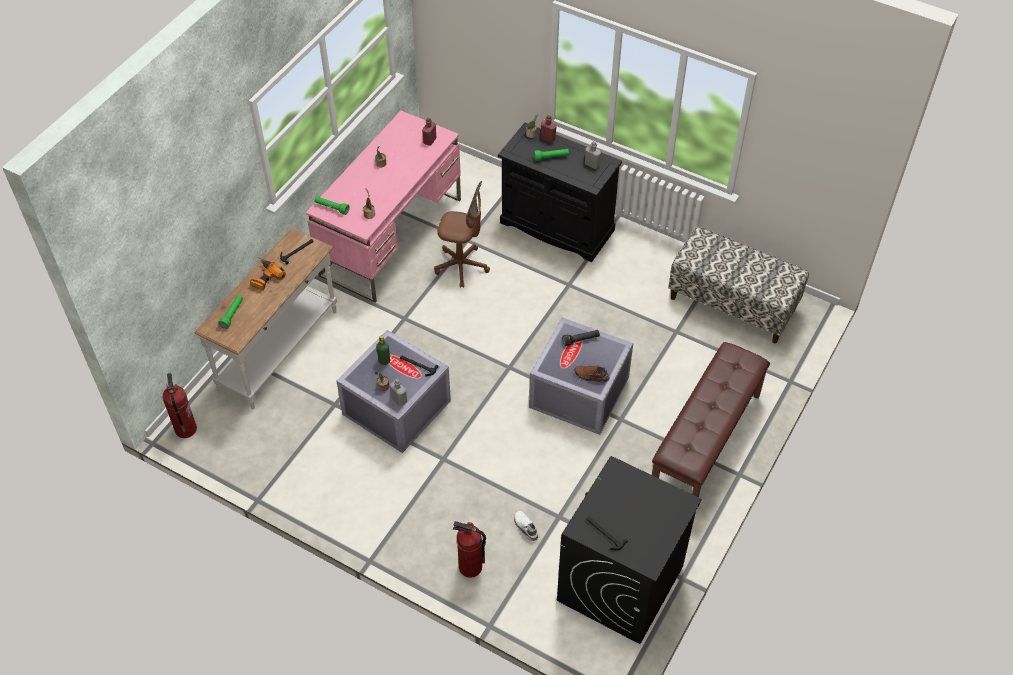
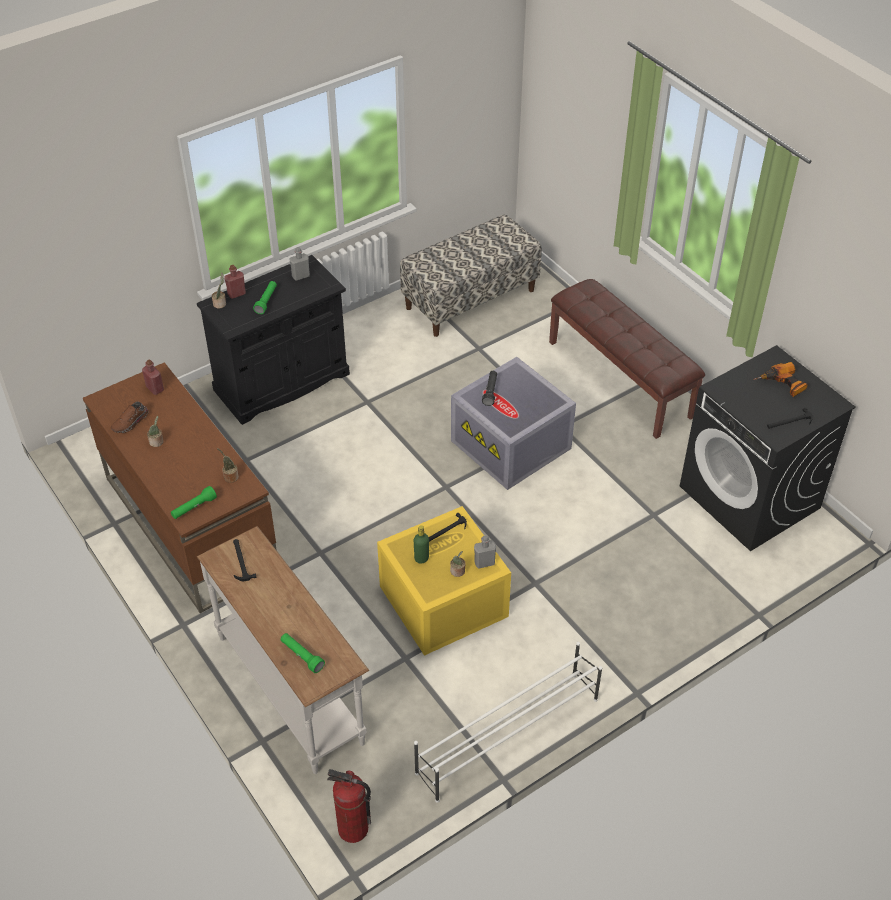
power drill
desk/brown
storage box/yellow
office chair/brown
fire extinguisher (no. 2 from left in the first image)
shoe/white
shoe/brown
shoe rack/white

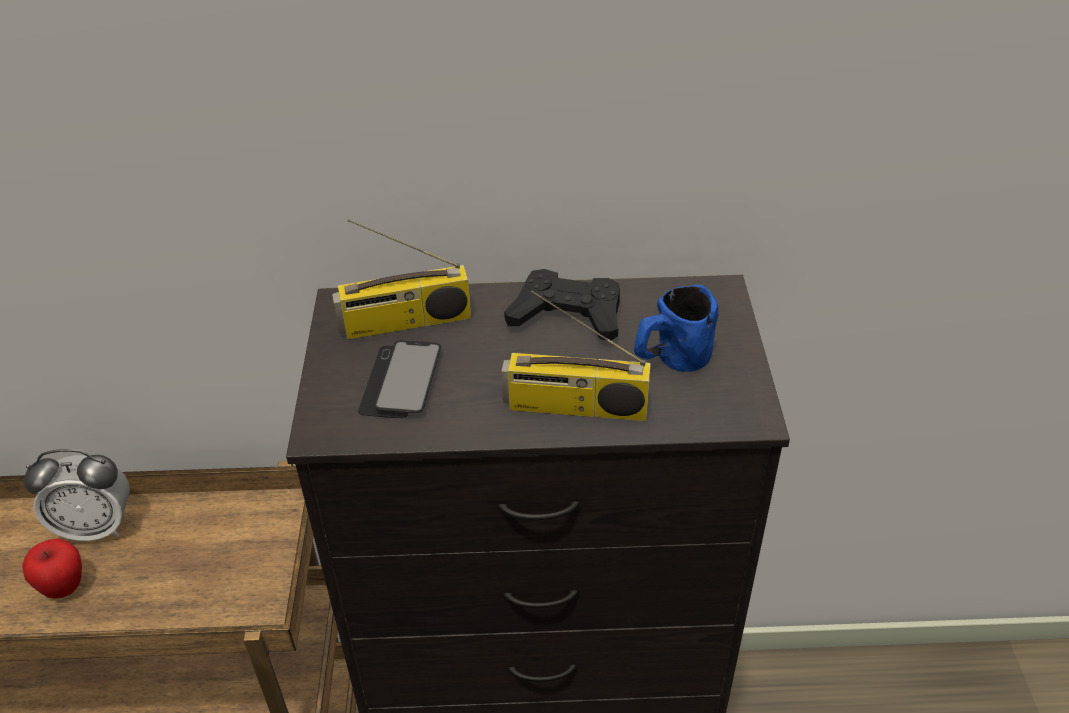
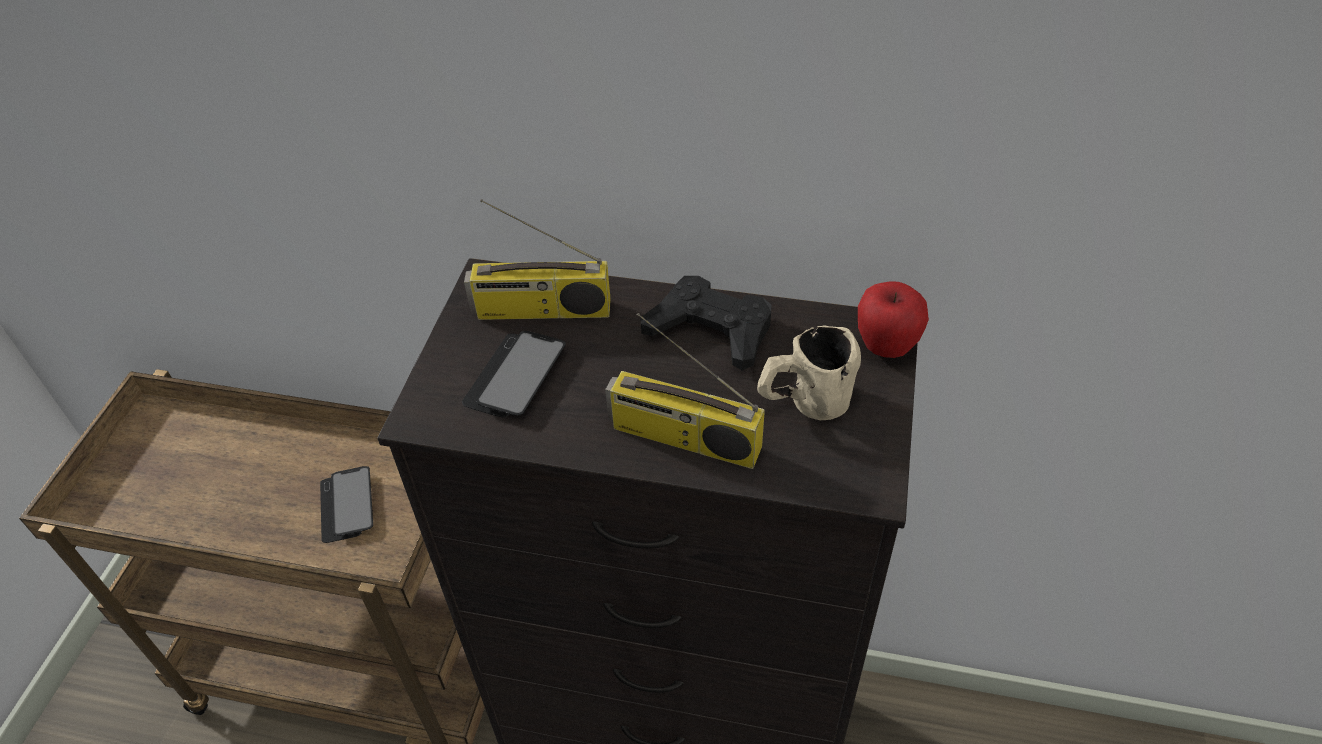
apple
alarm clock
mug/beige
phone (no. 1 from left)

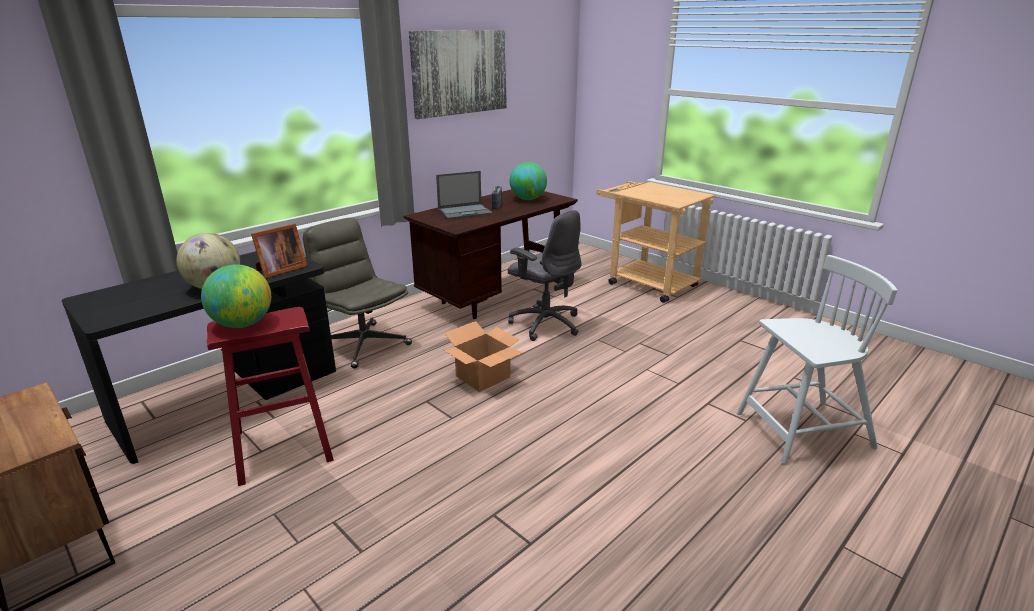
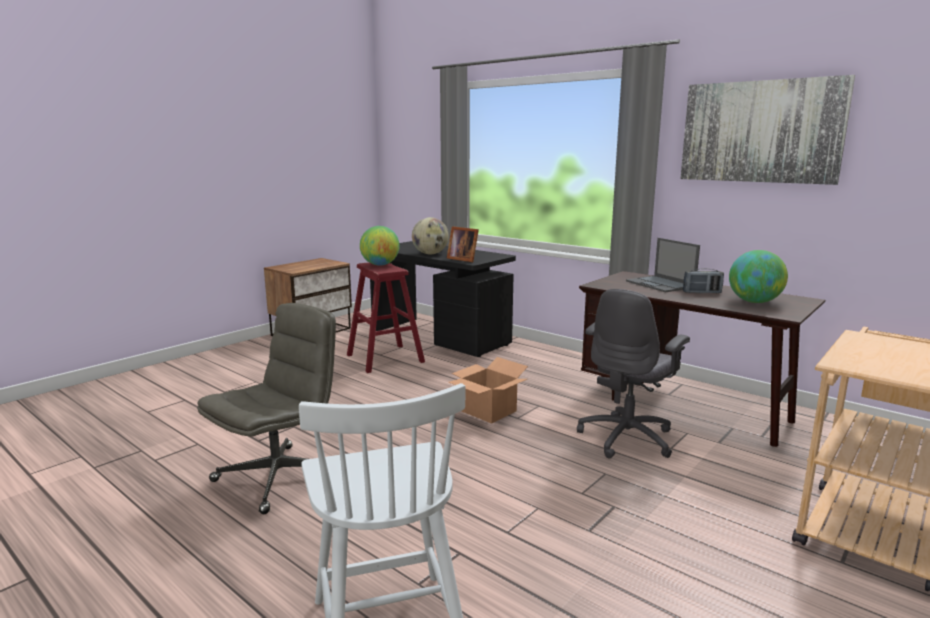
office chair/grey (no. 1 from left)

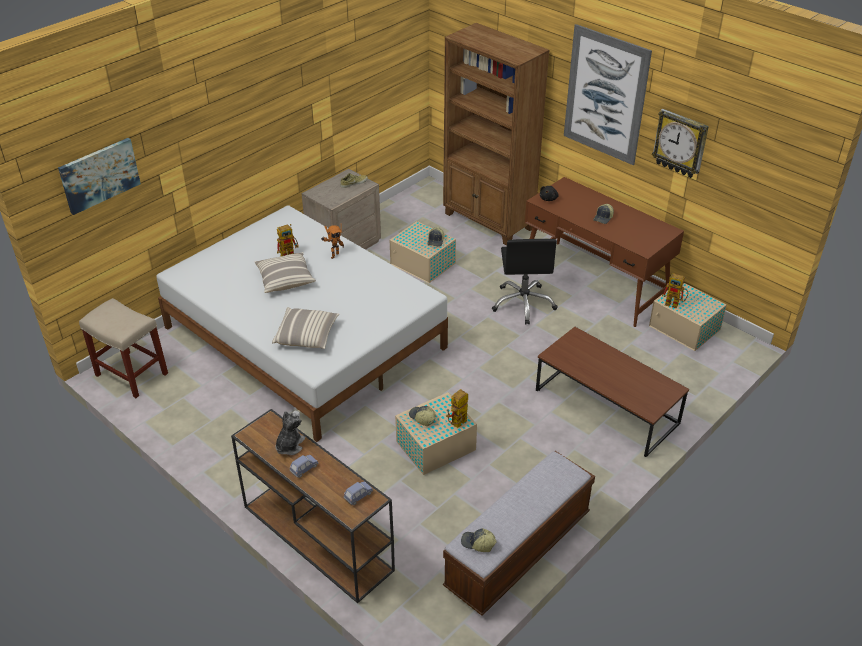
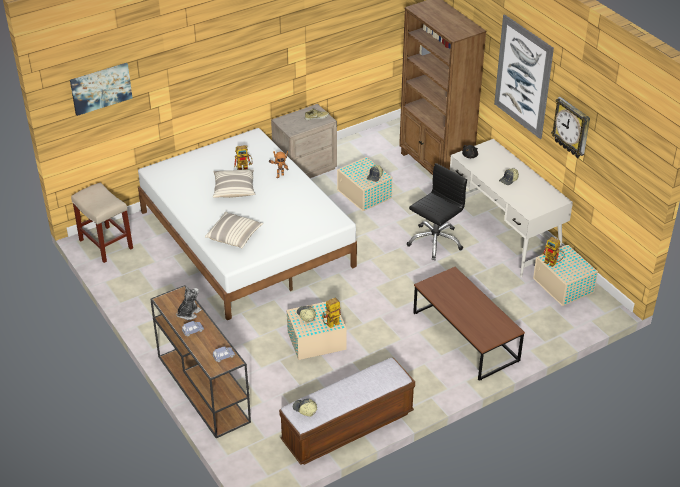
office chair/black
desk/white

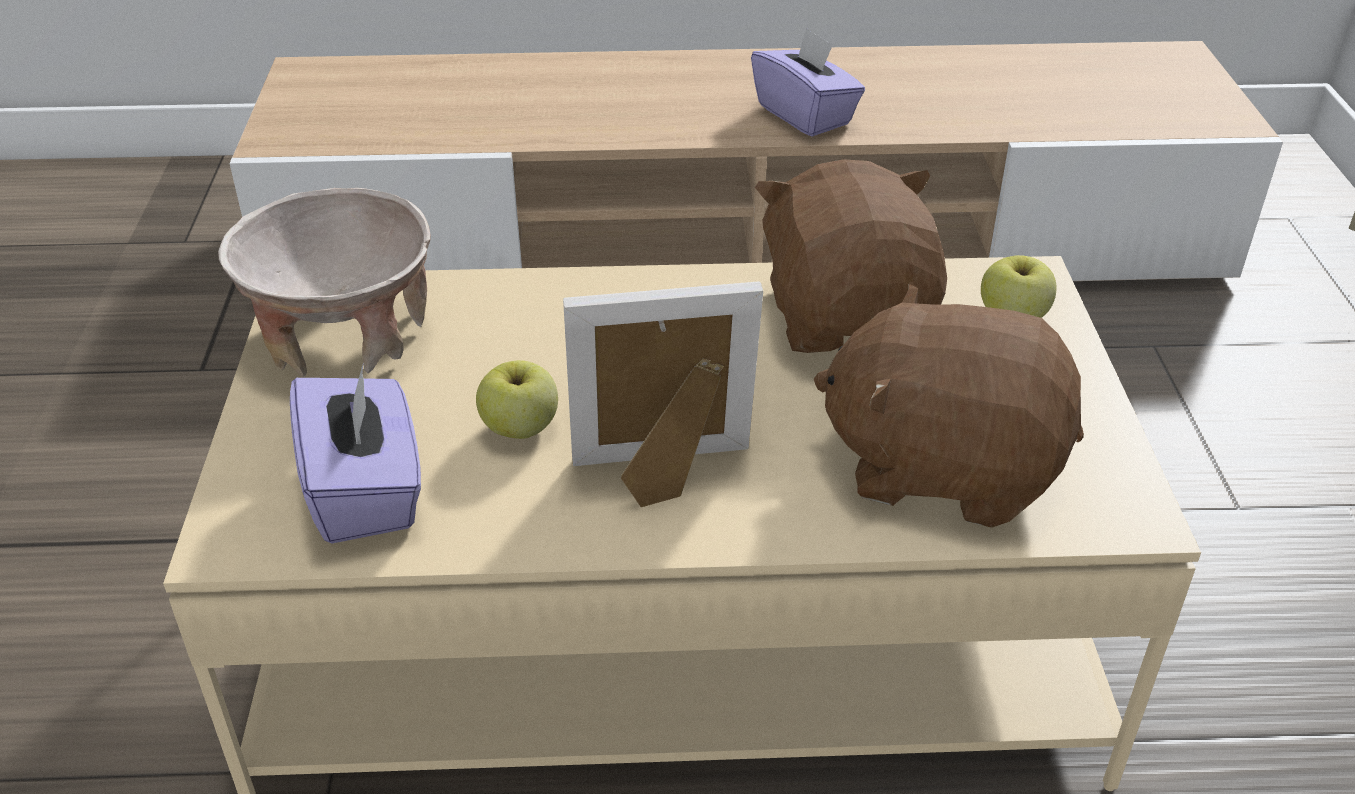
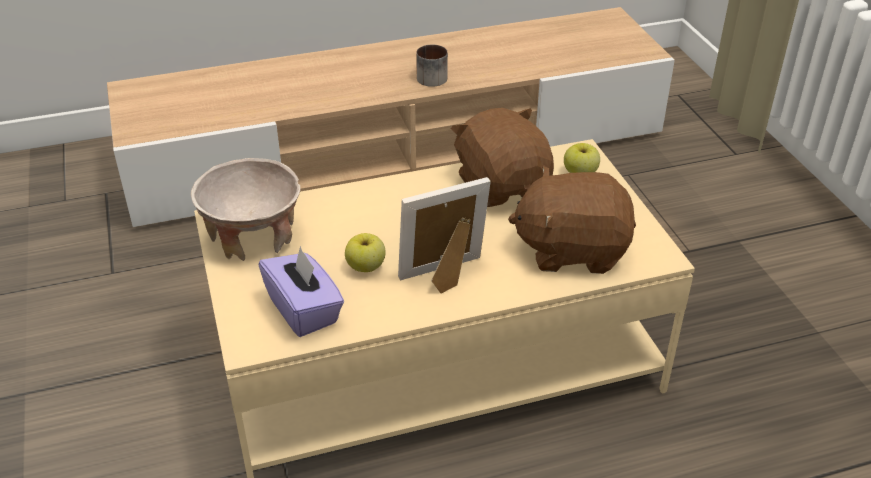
mug

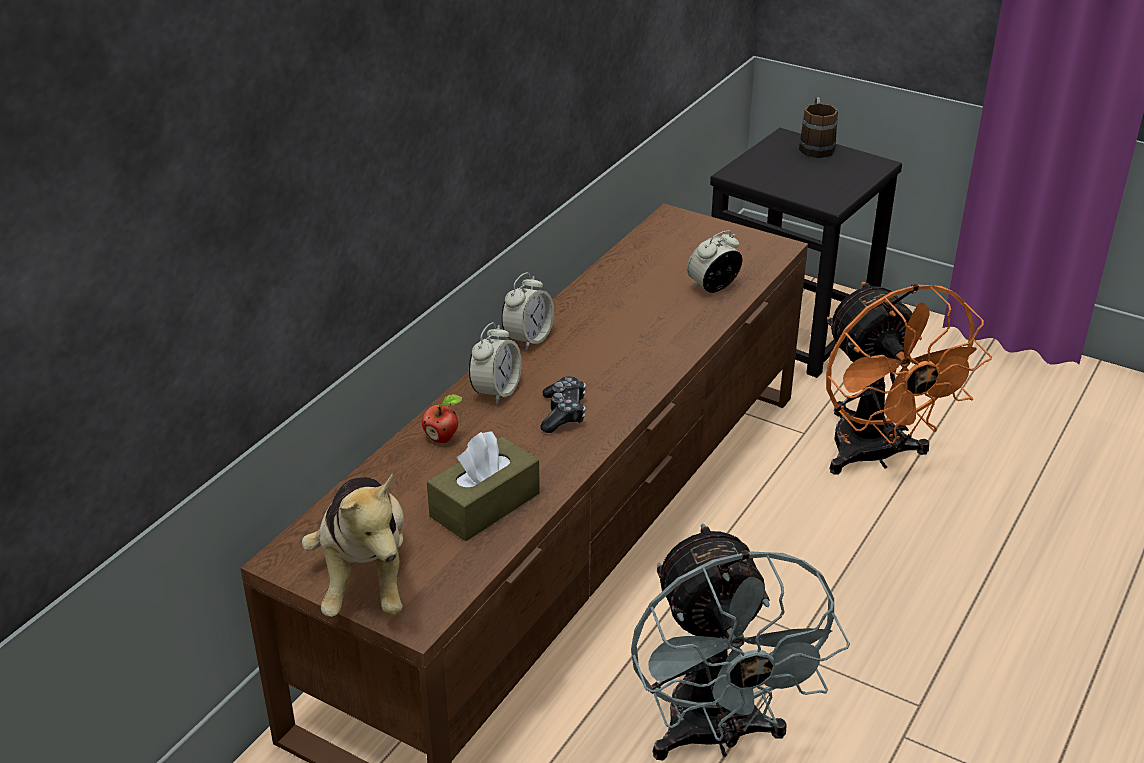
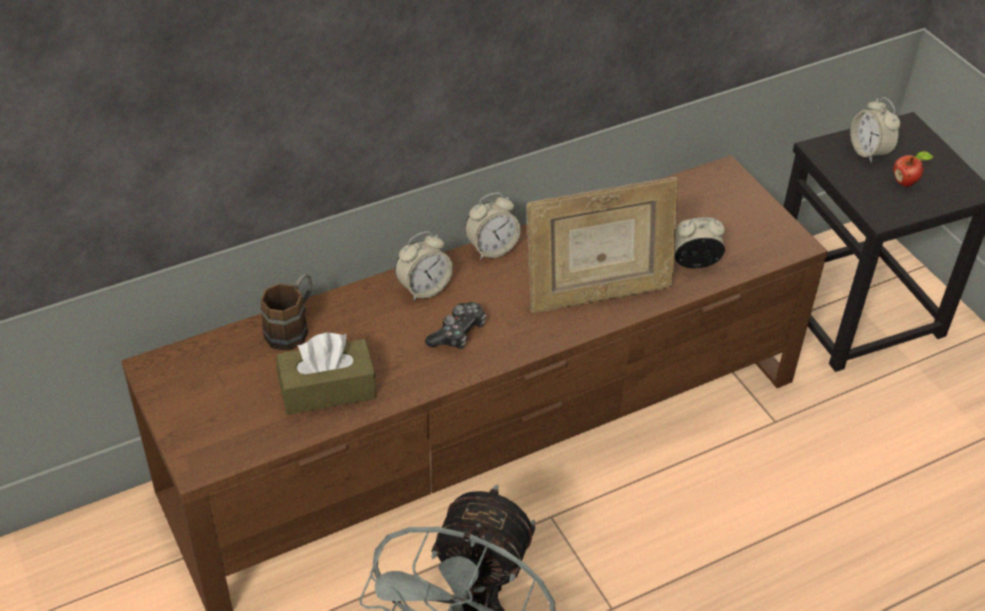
plush toy
apple
mug/brown
fan/orange
picture frame
alarm clock (no. 4 from left)

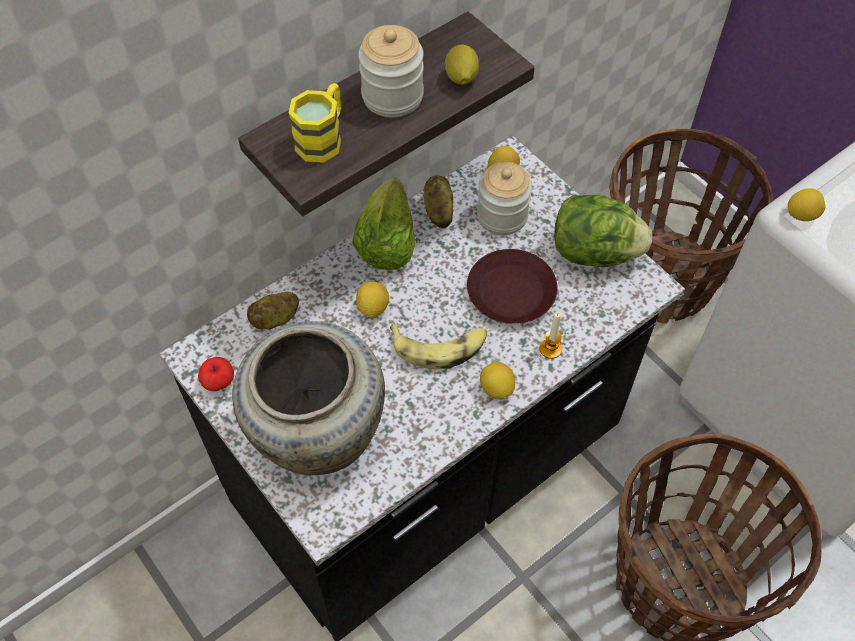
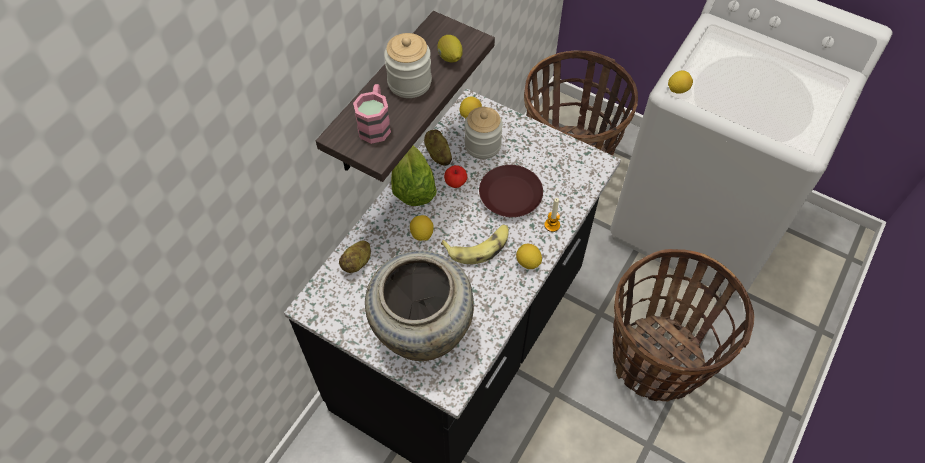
apple
mug/pink
lettuce (no. 2 from left in the first image)

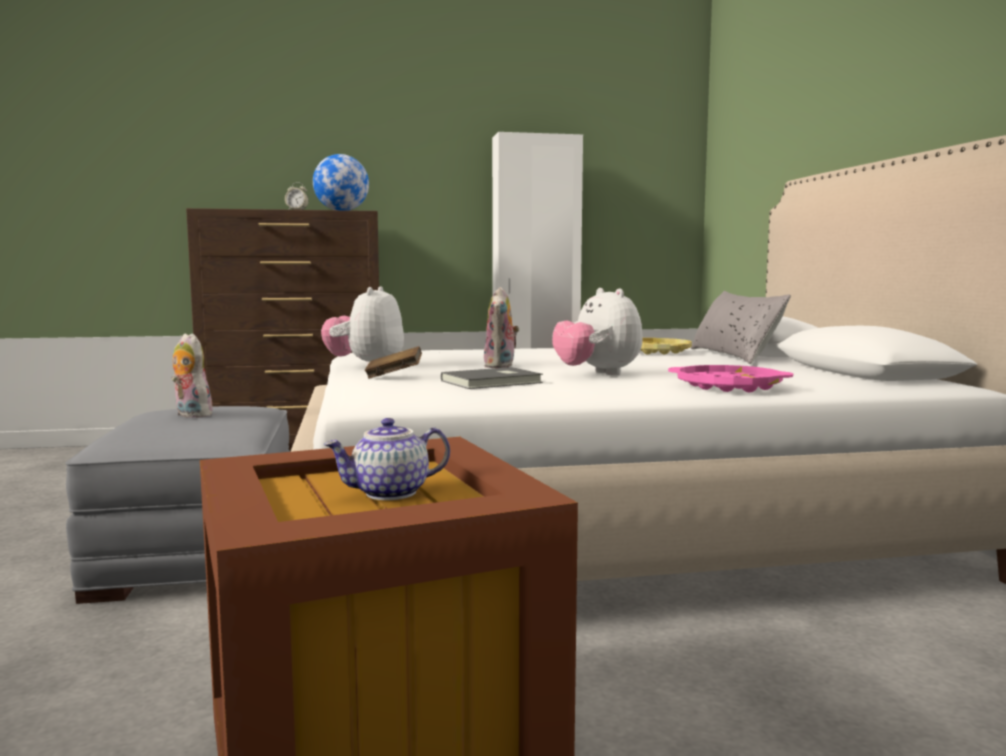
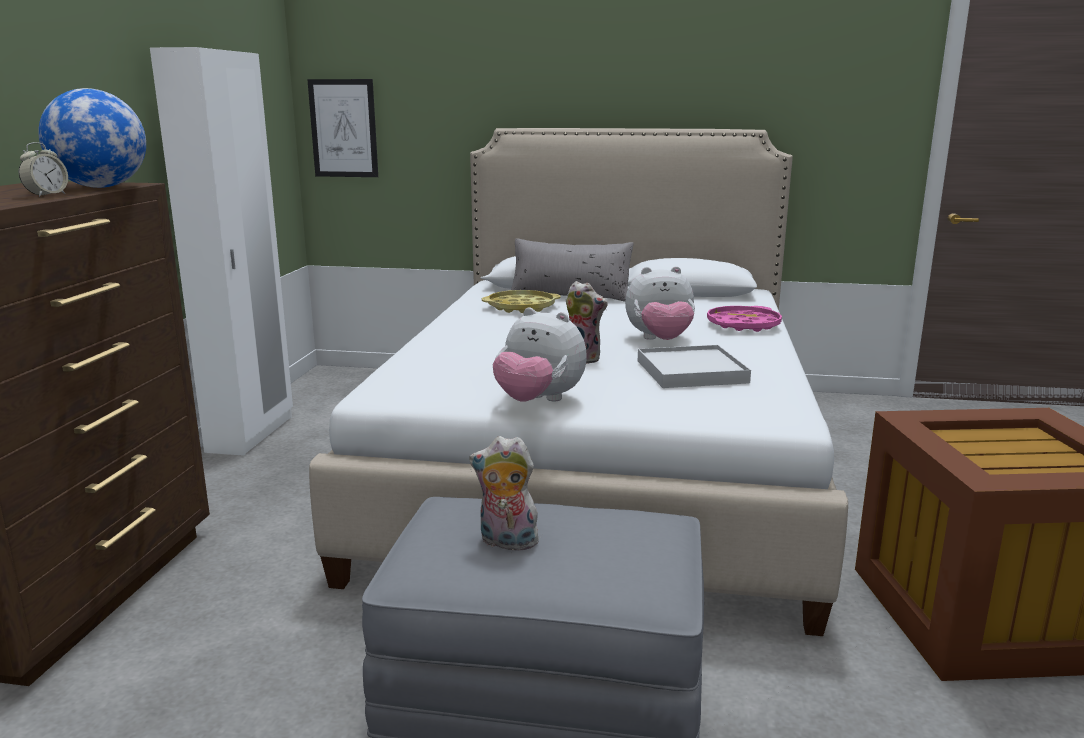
plush toy (no. 1 from left)
teapot
book/brown
tray/white
picture

